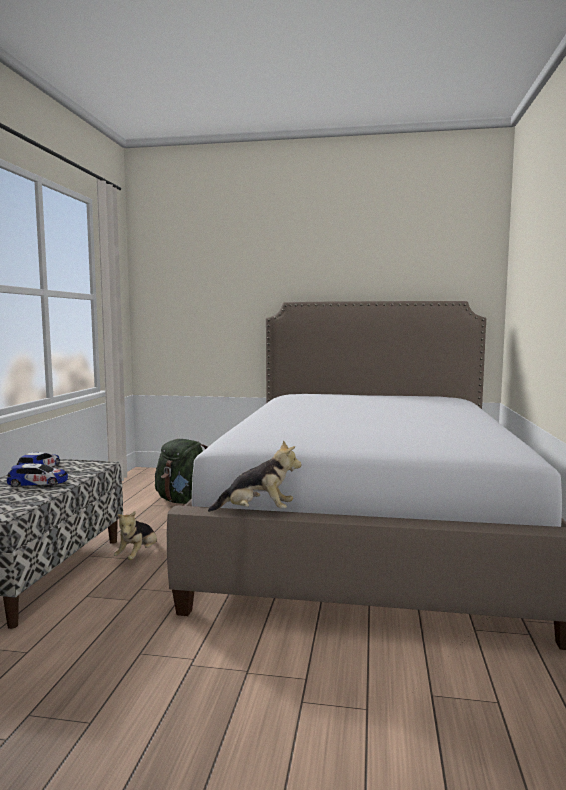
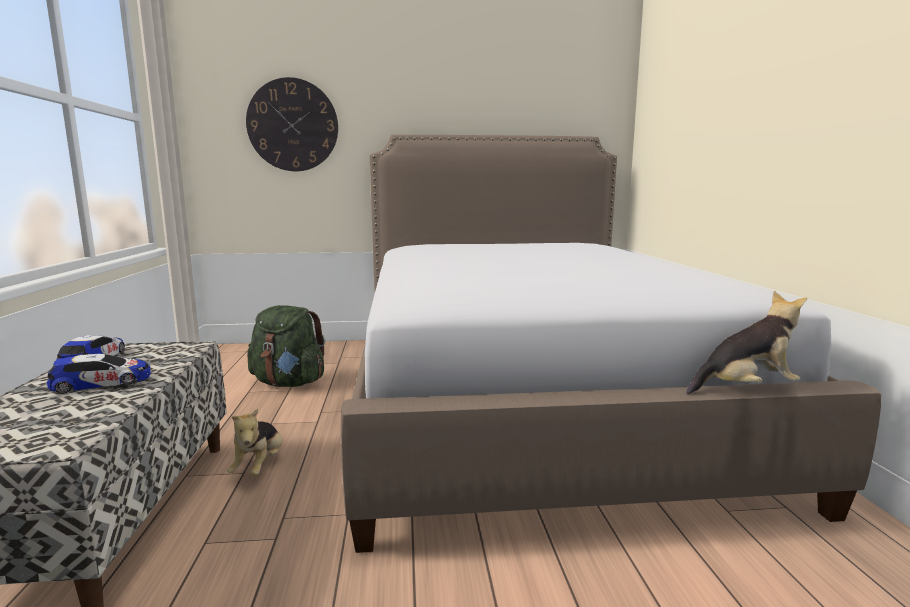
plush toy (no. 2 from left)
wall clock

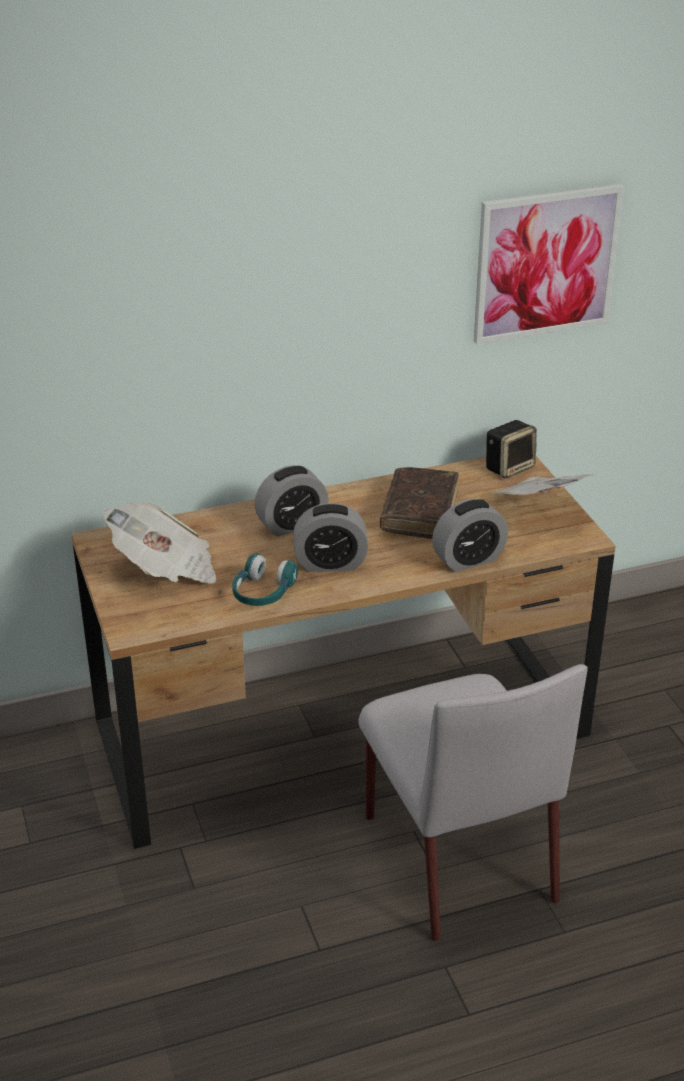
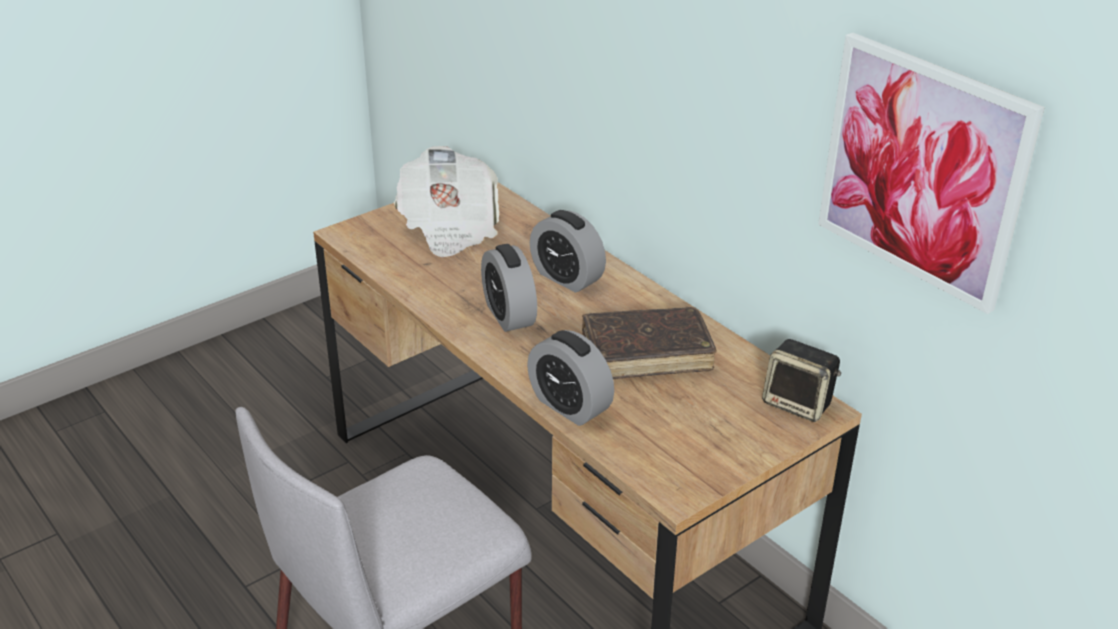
headphones/turquoise
newspaper (no. 2 from left in the first image)

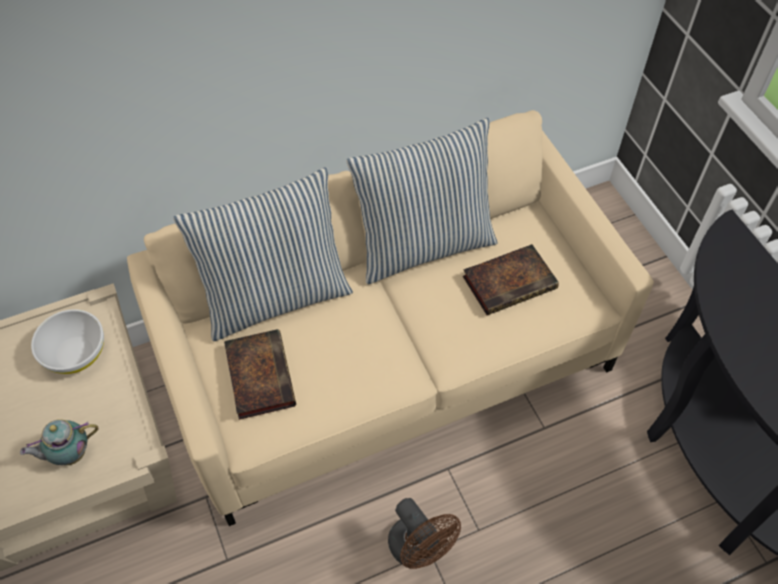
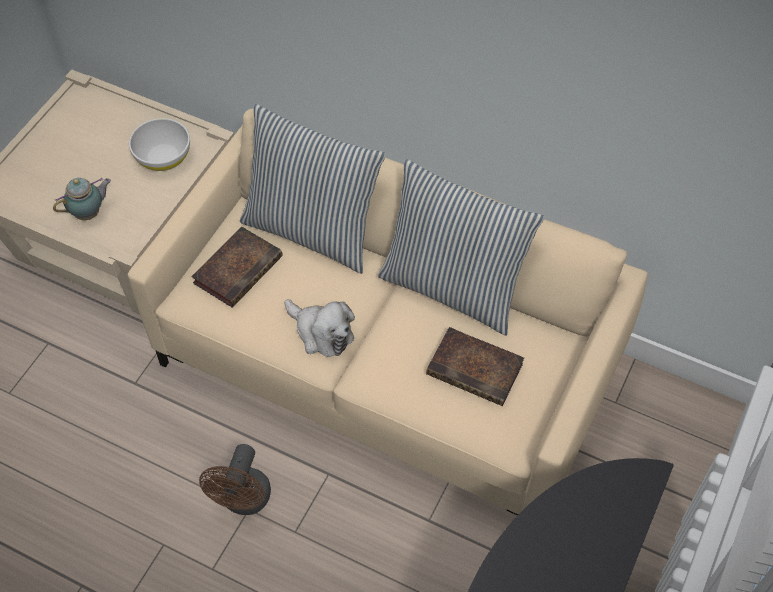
teapot
plush toy

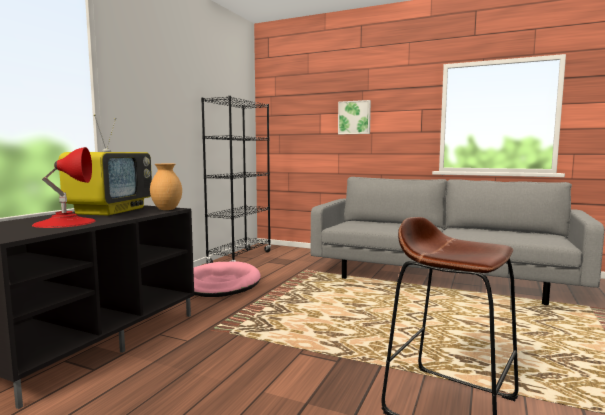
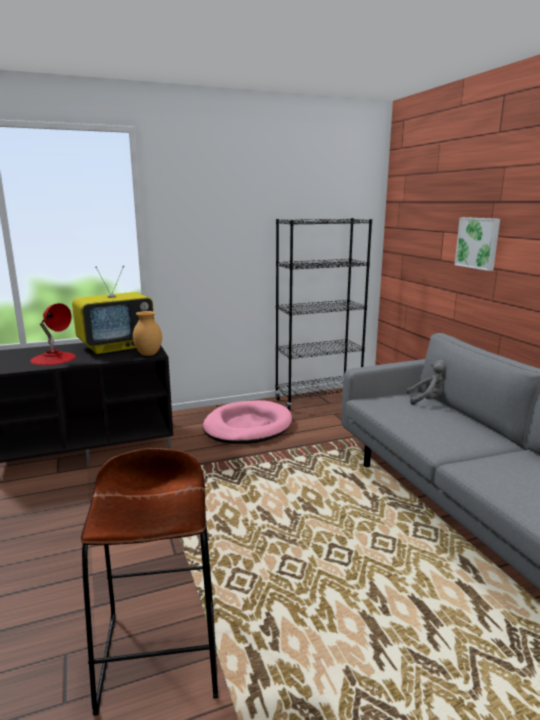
plush toy/grey

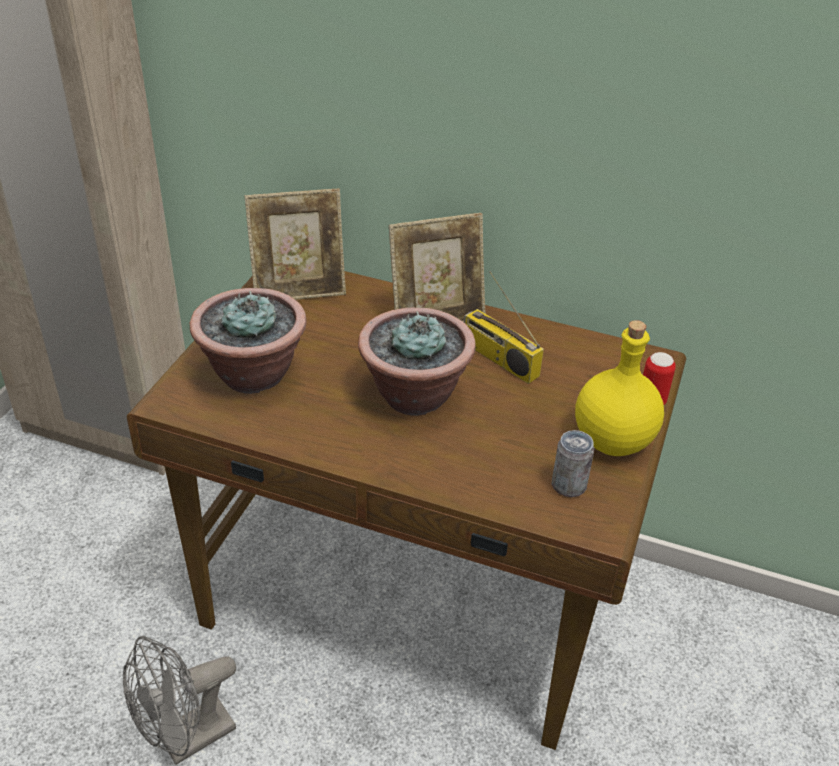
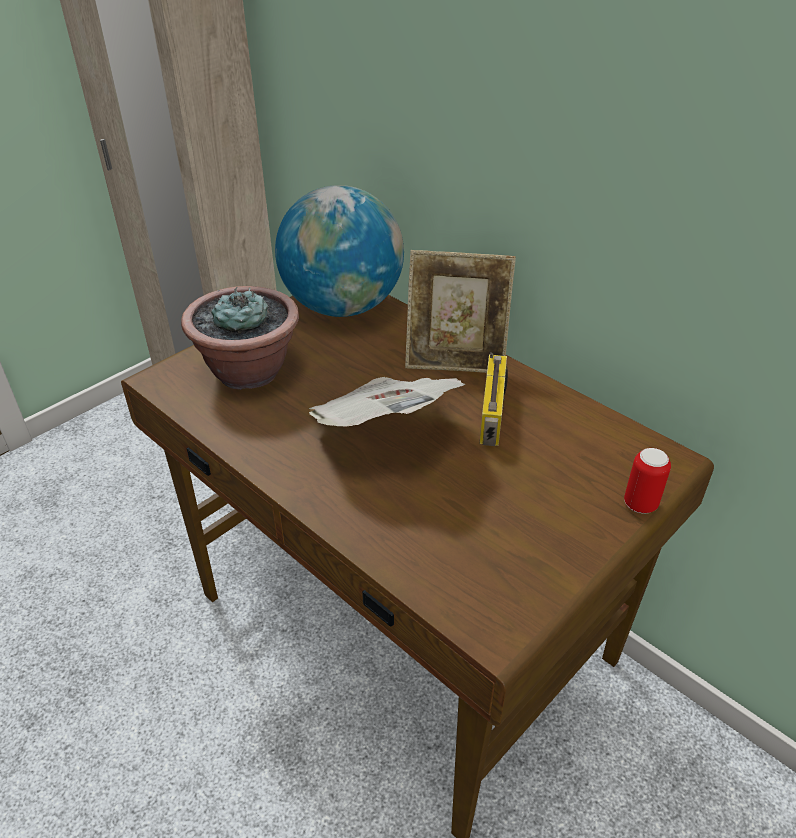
fan/grey
globe
newspaper
radio
can (no. 1 from left in the first image)
bottle/yellow

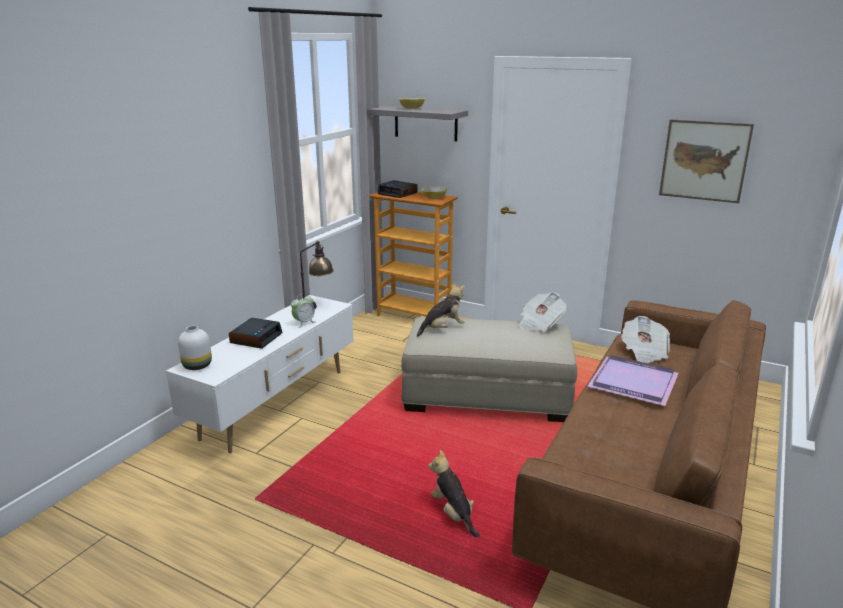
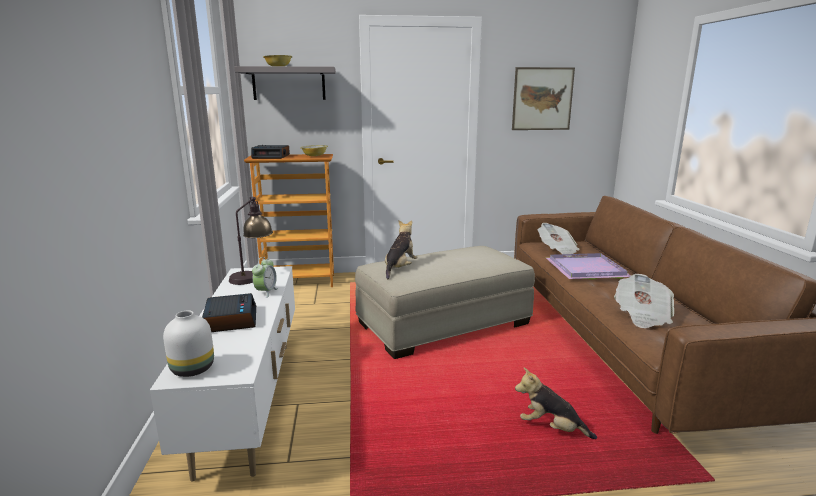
newspaper (no. 2 from left)

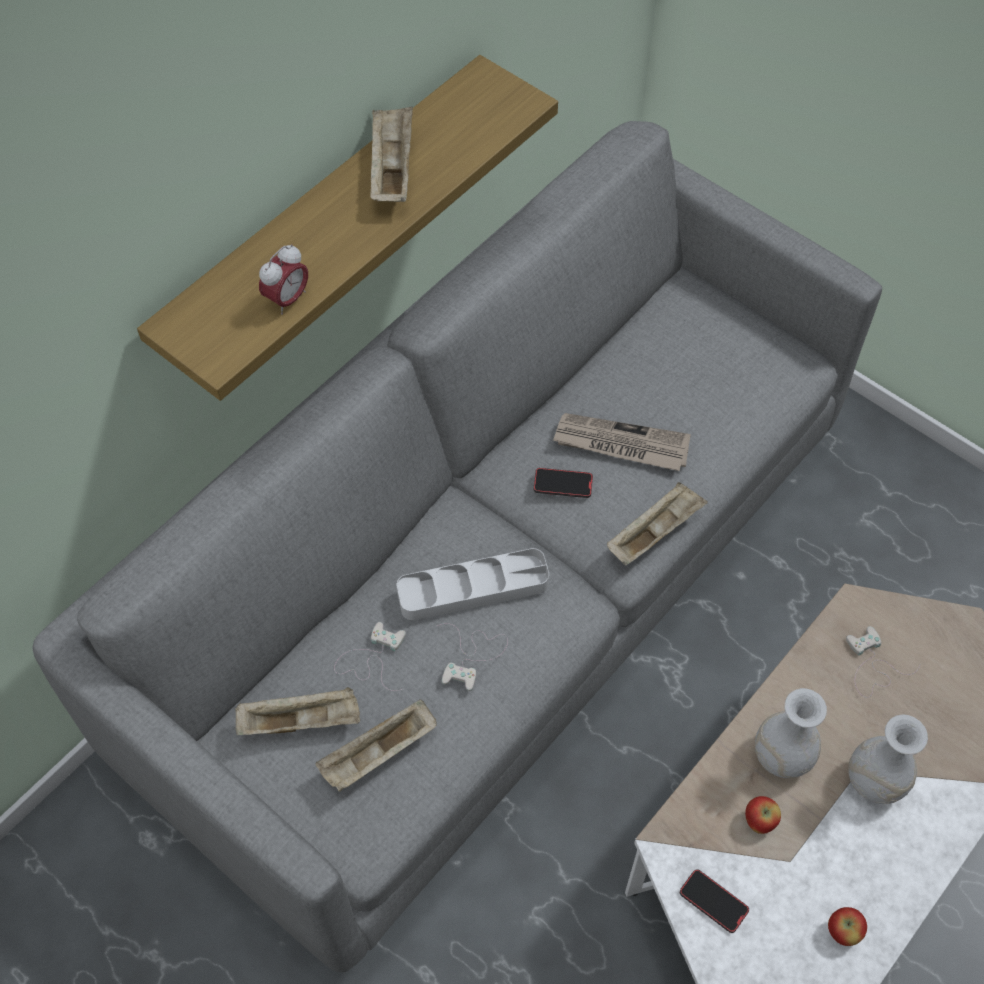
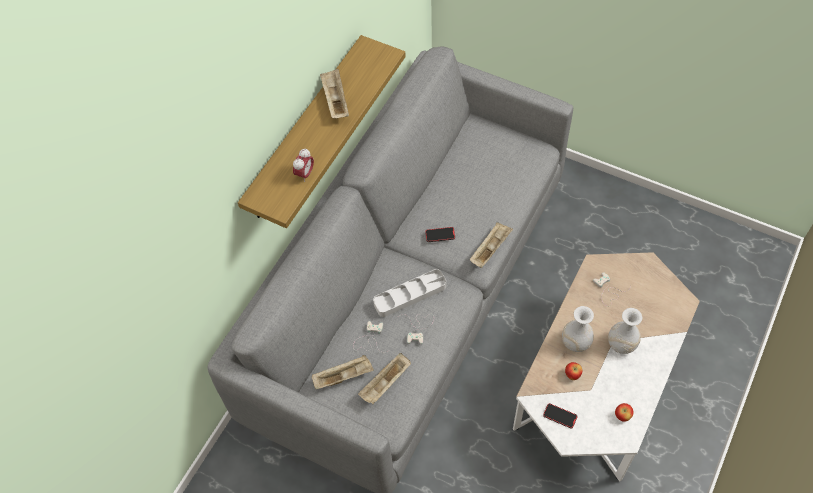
newspaper

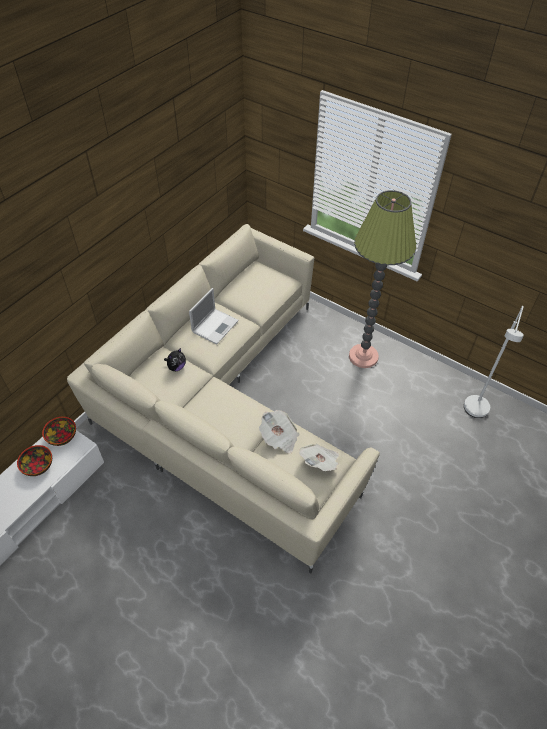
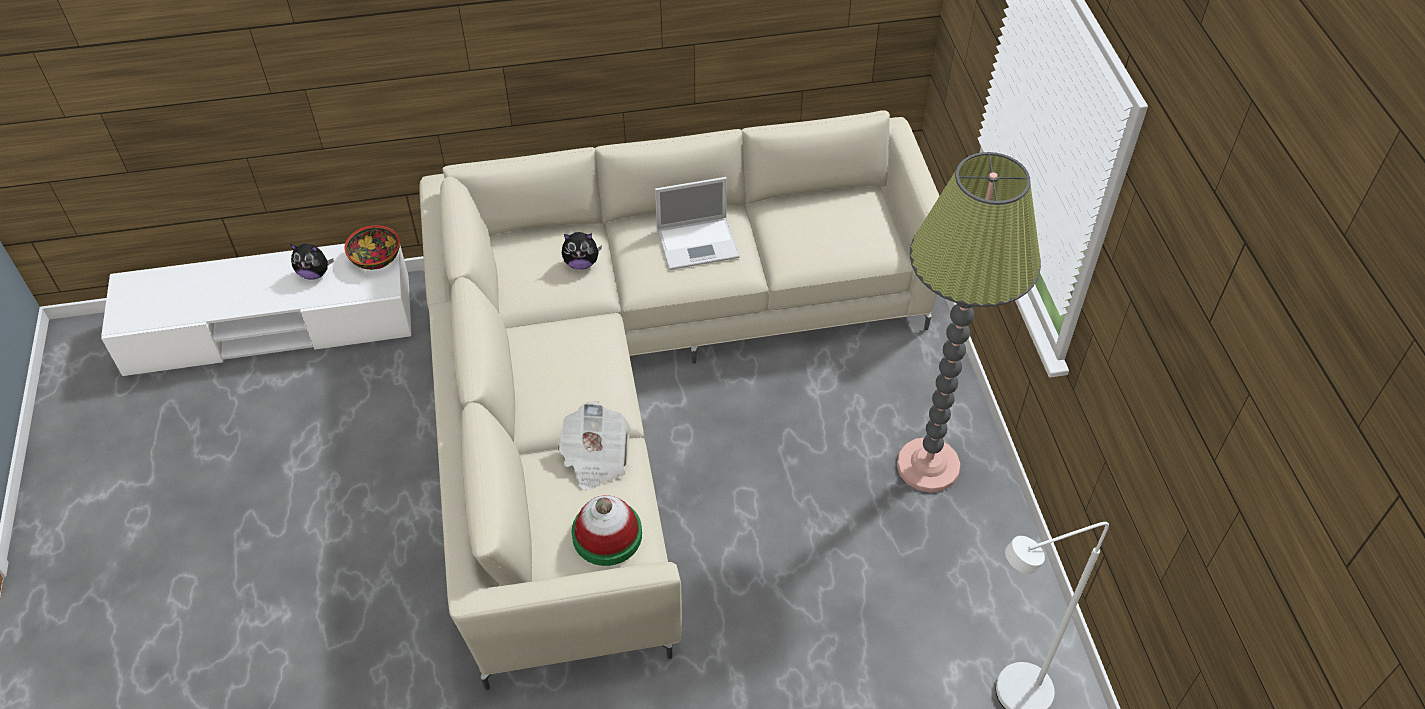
plush toy (no. 1 from left)
hat

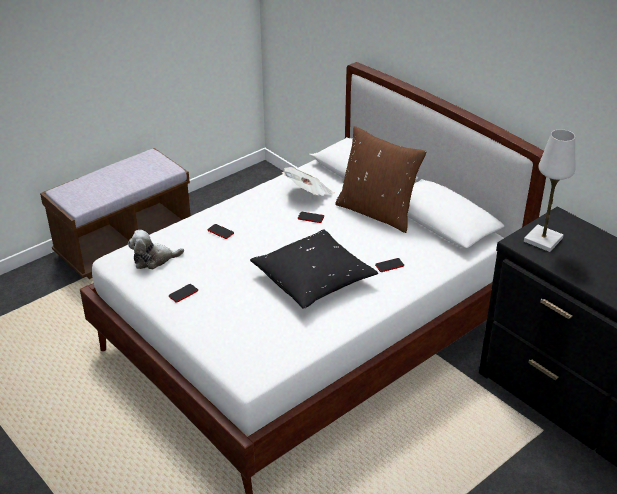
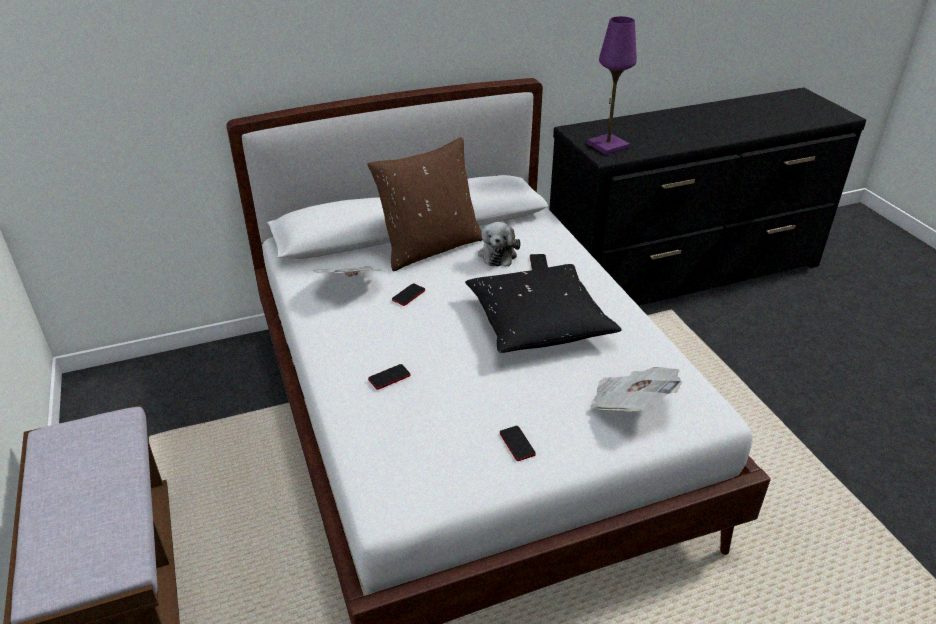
plush toy
table lamp/purple
newspaper (no. 2 from left)

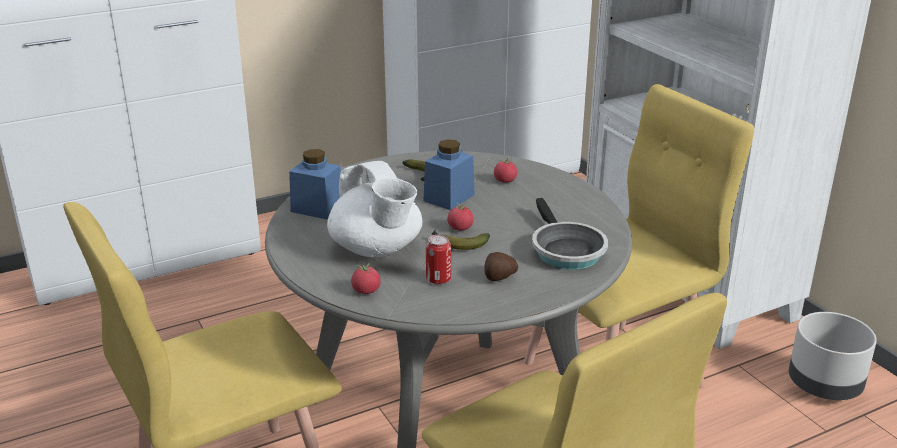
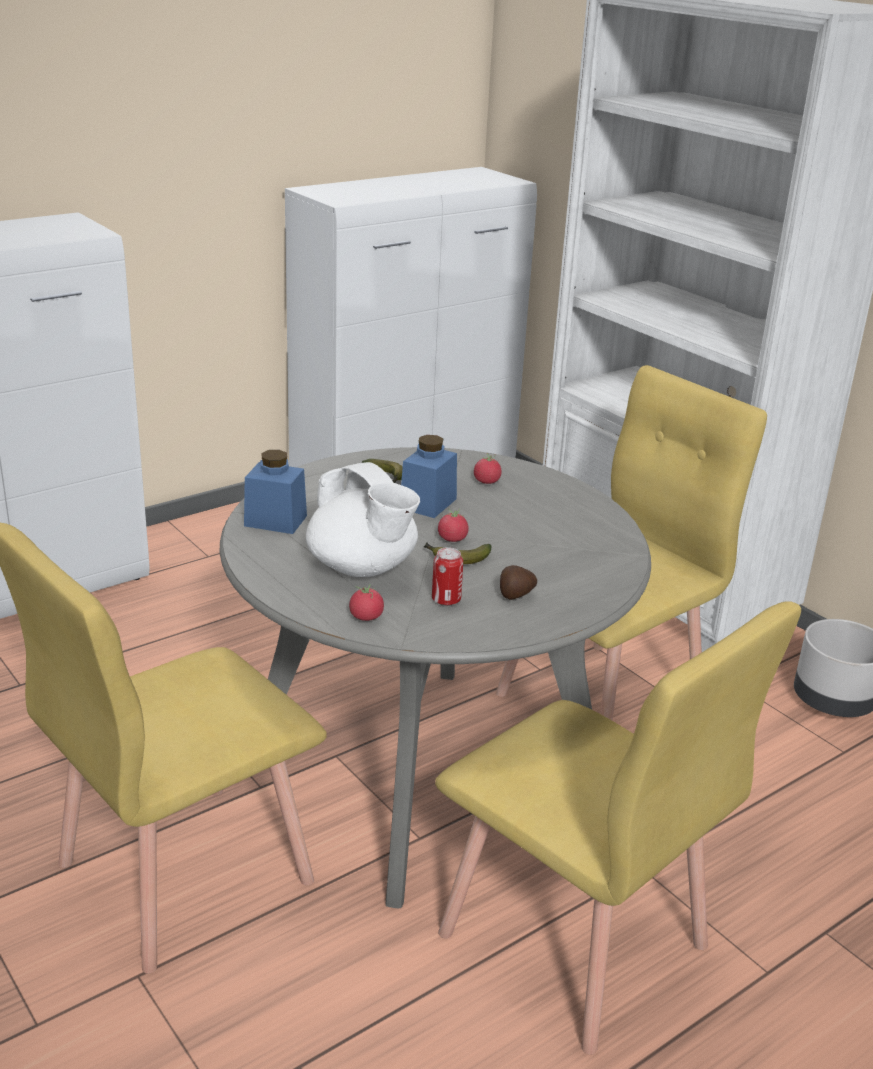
frying pan

